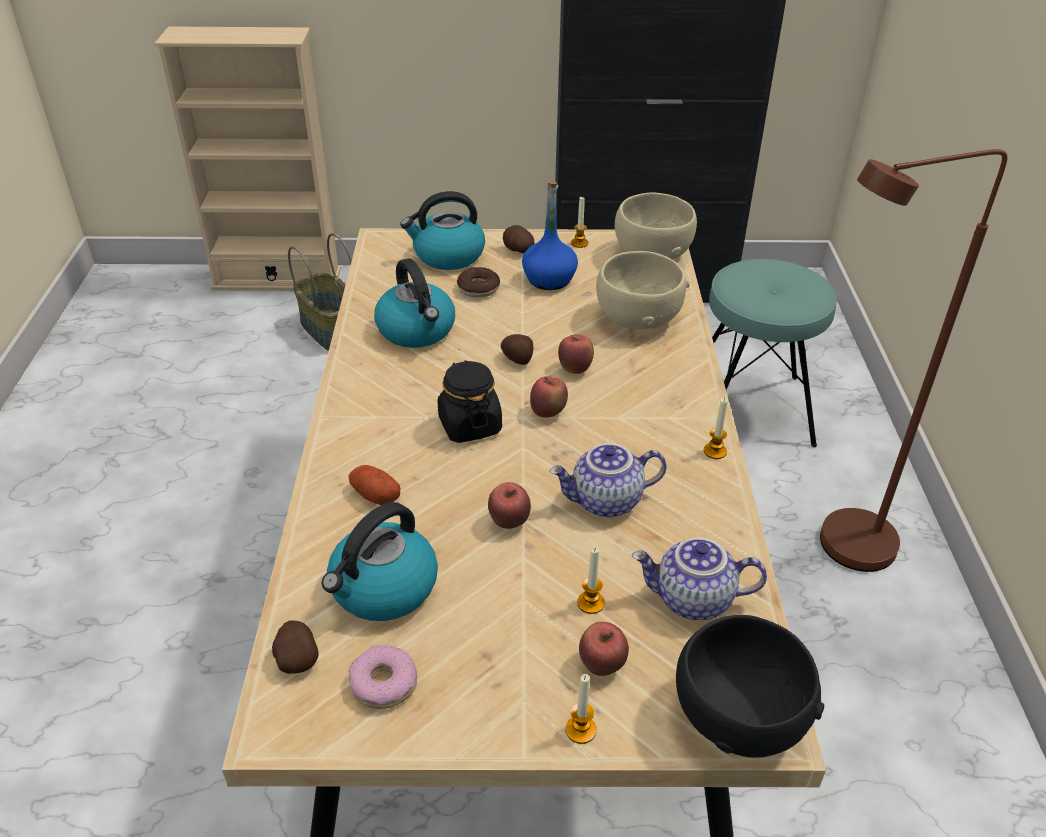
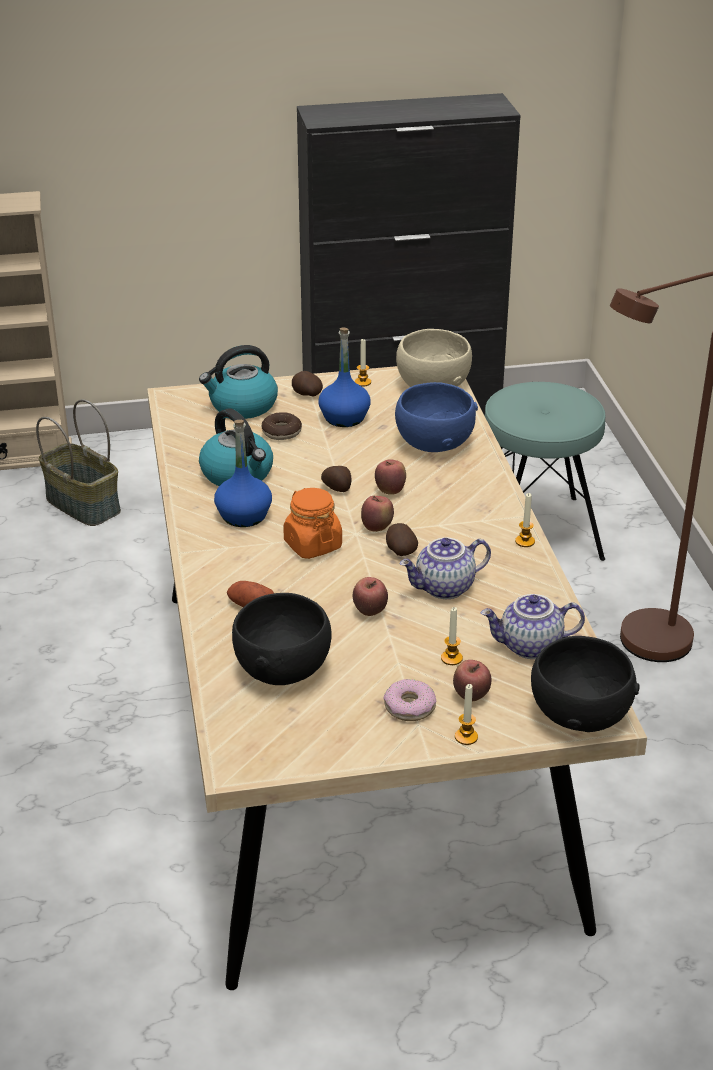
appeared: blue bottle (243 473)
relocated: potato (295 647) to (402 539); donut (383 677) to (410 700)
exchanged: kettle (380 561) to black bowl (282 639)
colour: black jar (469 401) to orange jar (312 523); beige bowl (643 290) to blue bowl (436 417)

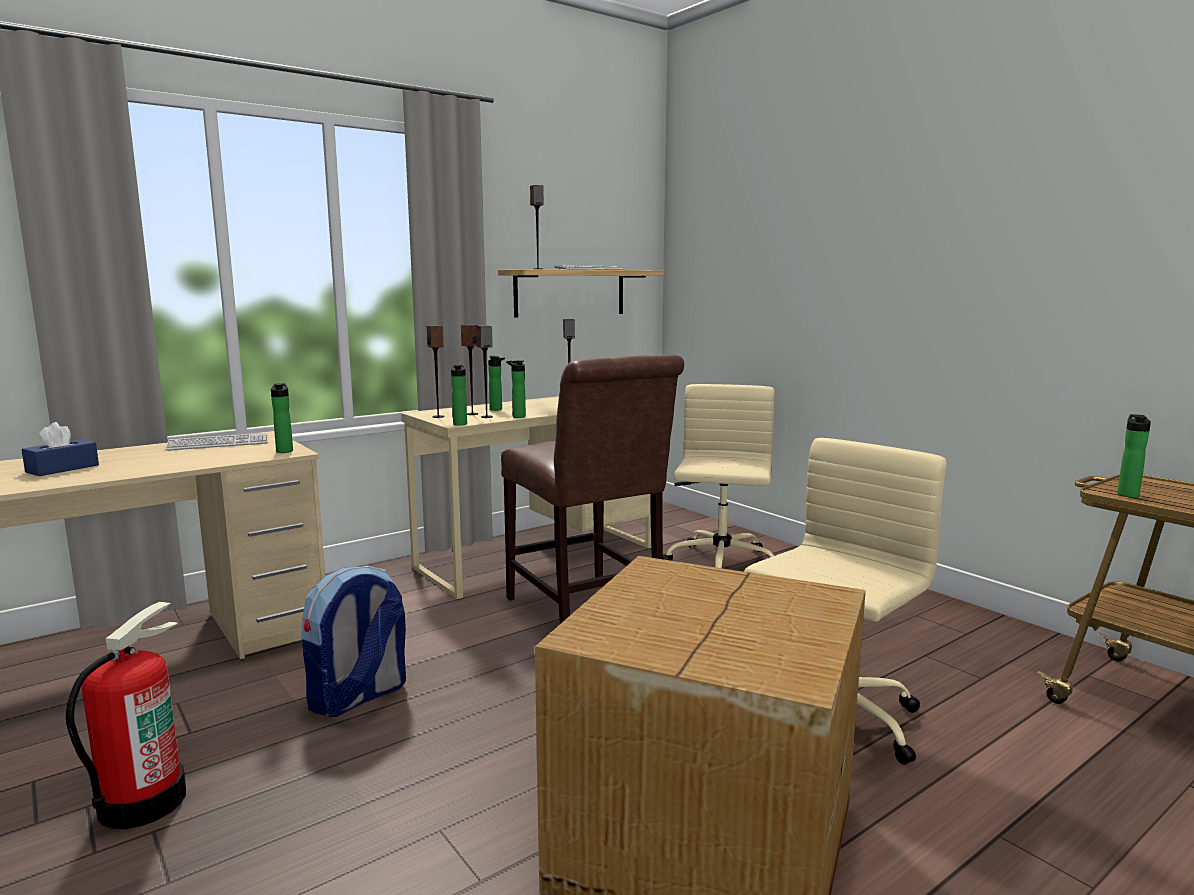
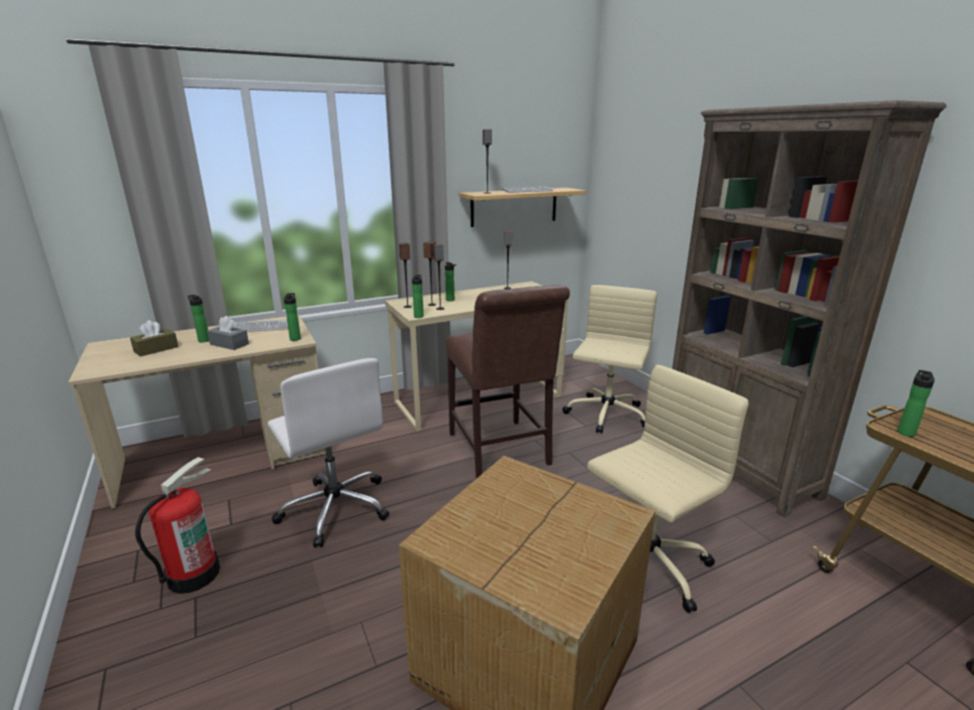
appeared: grey tissue box (228 333); brown bookcase (809 309)
relocated: bottle (516 389) to (198 318)
exchanged: backpack (354 641) to white office chair (328 453)
colour: blue tissue box (60 449) to brown tissue box (154 338)

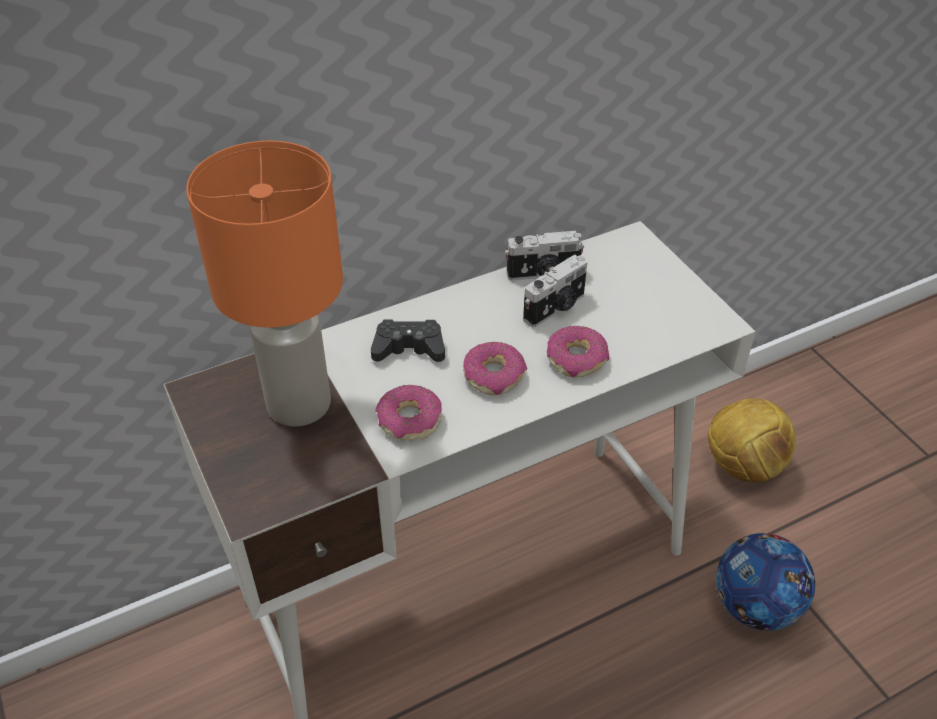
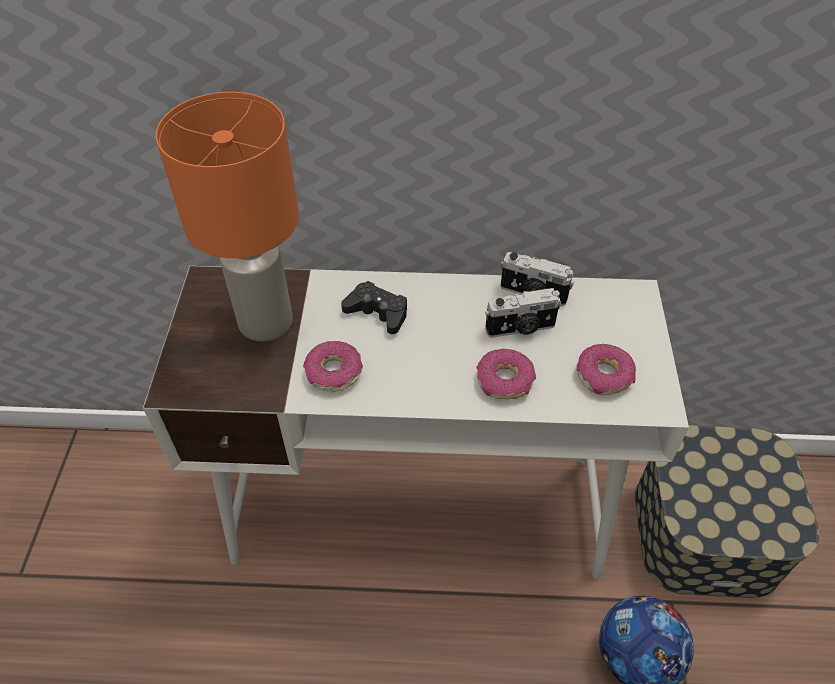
relocated: donut (495 368) to (606 369)
exchanged: football (752 440) to storage box (727 511)

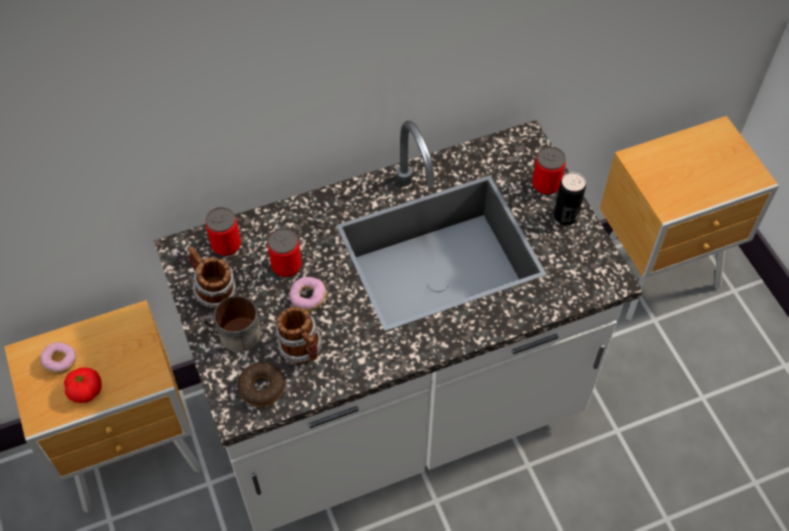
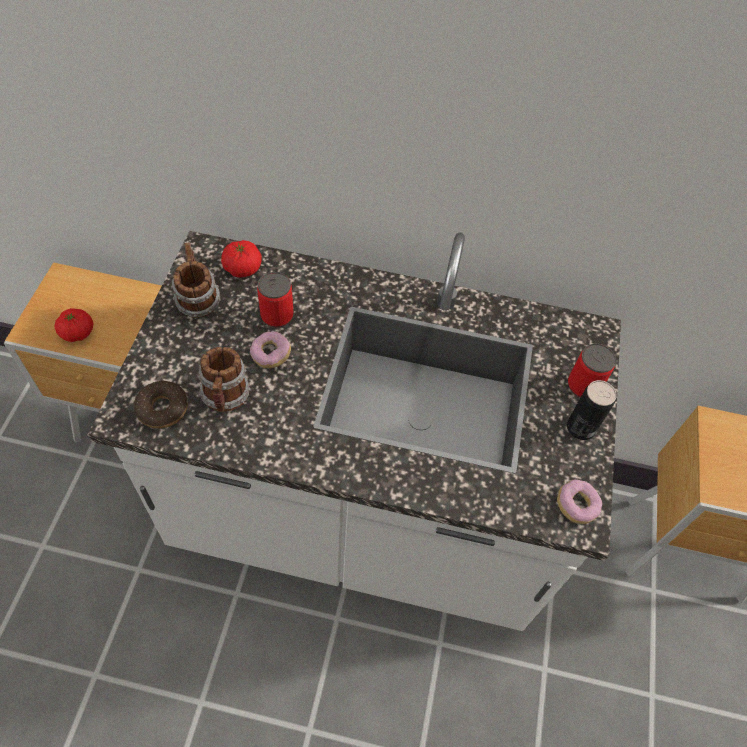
missing: mug (232 324)
relocated: donut (58 358) to (579 501)
exchanged: can (223 231) to tomato (241 258)

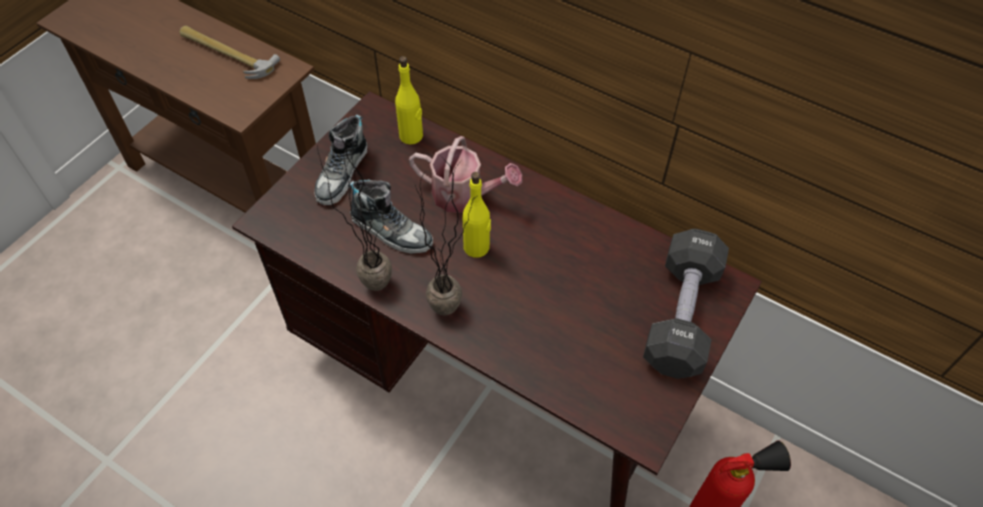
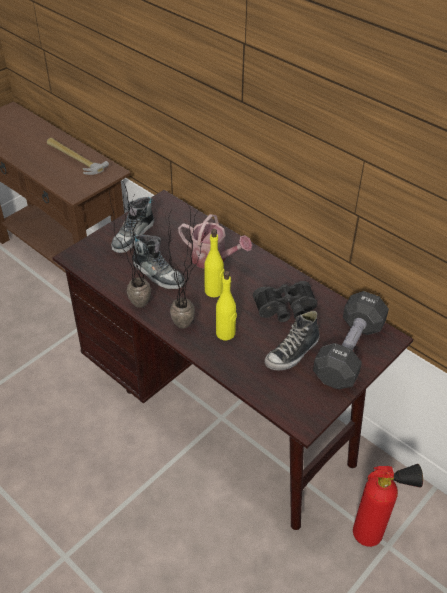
appeared: black binoculars (285 301); shoe (292 340)
relocated: yellow bottle (409 100) to (226 305)

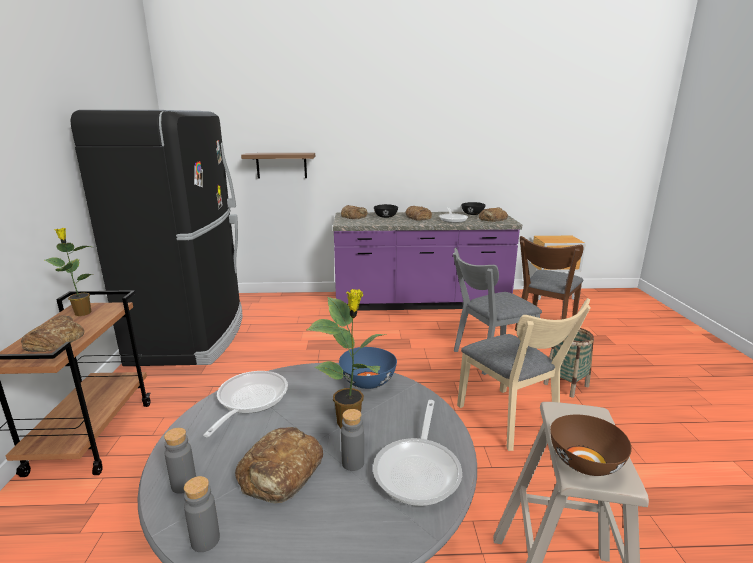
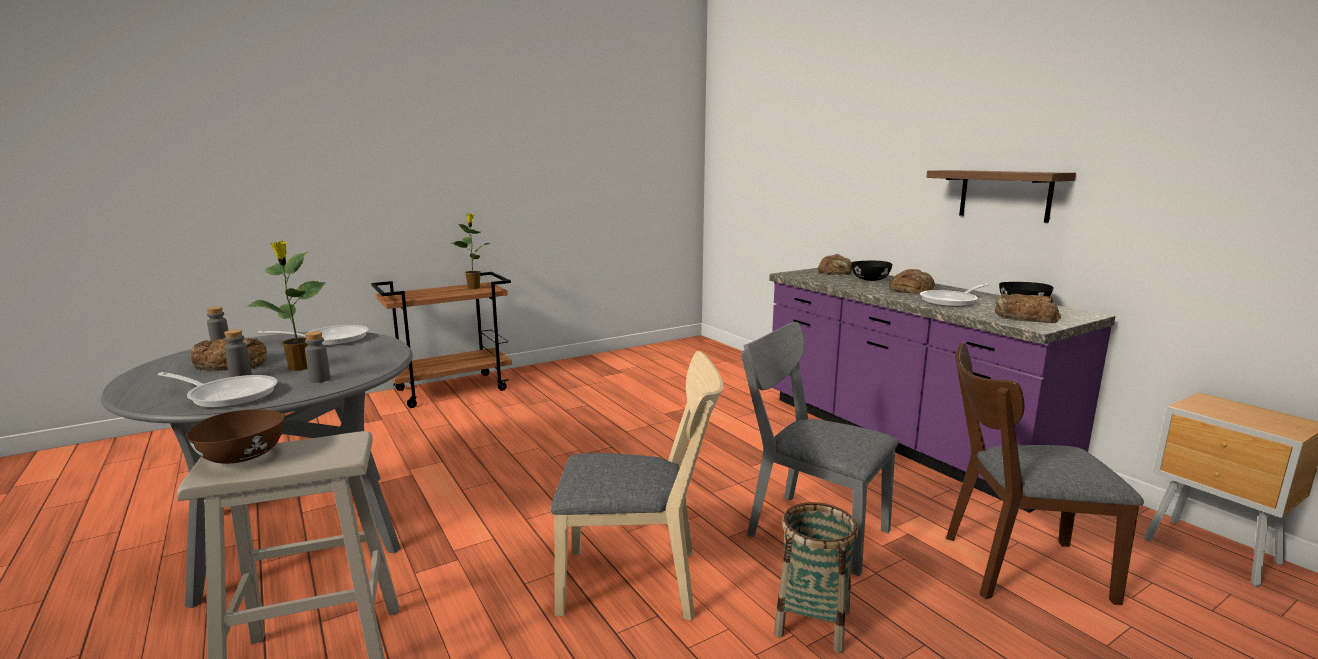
missing: bread (52 333); black fridge (156 238); blue bowl (368 368)
relocated: grey bottle (202 514) to (317 357); shelf (278 166) to (1001 196)
spun: frying pan (417 453) = (218 390) 150 degrees counterclockwise; beige chair (524 374) = (637 486) 120 degrees counterclockwise

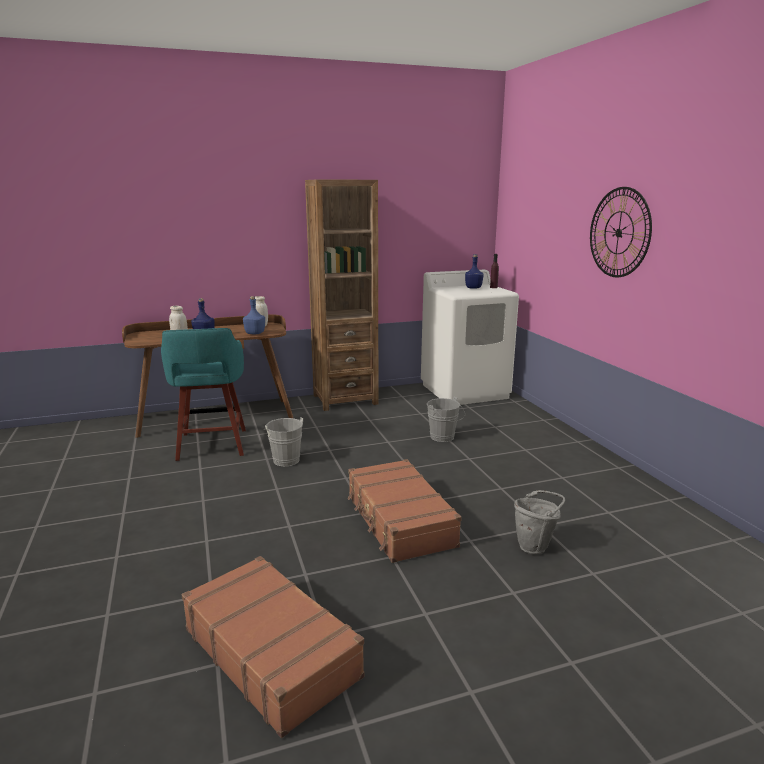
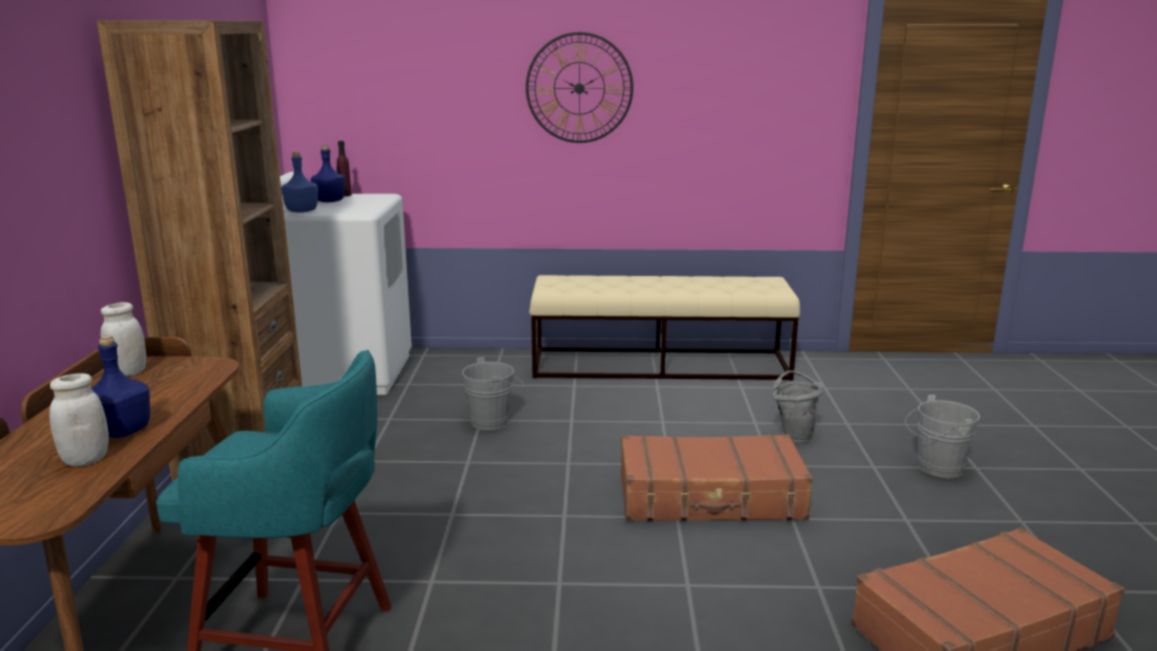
appeared: beige bench (664 328)
relocated: blue bottle (254 315) to (299 182); grey bucket (283 442) to (942 436)

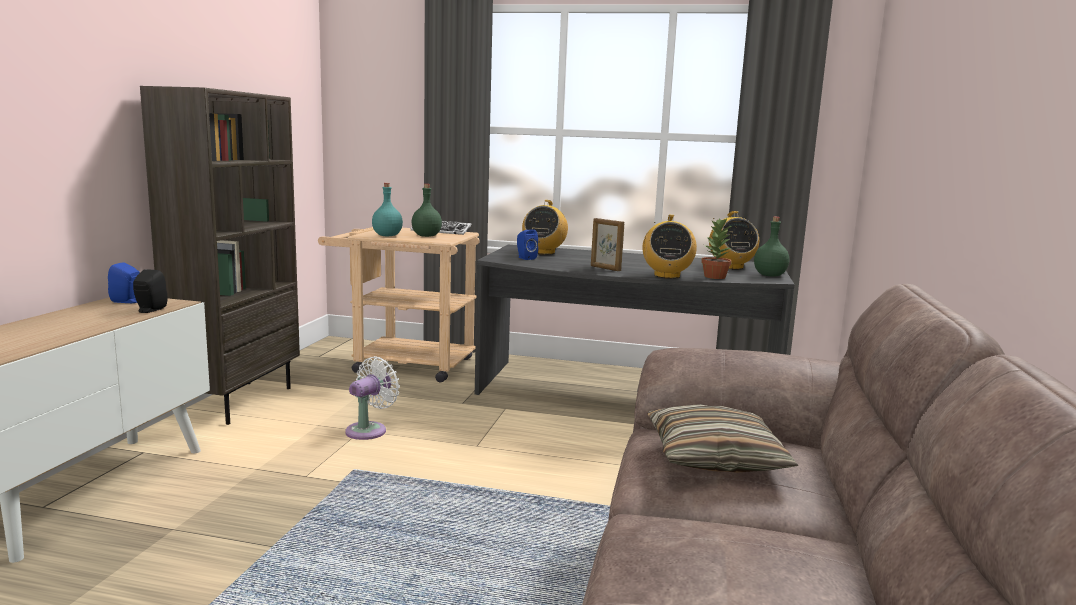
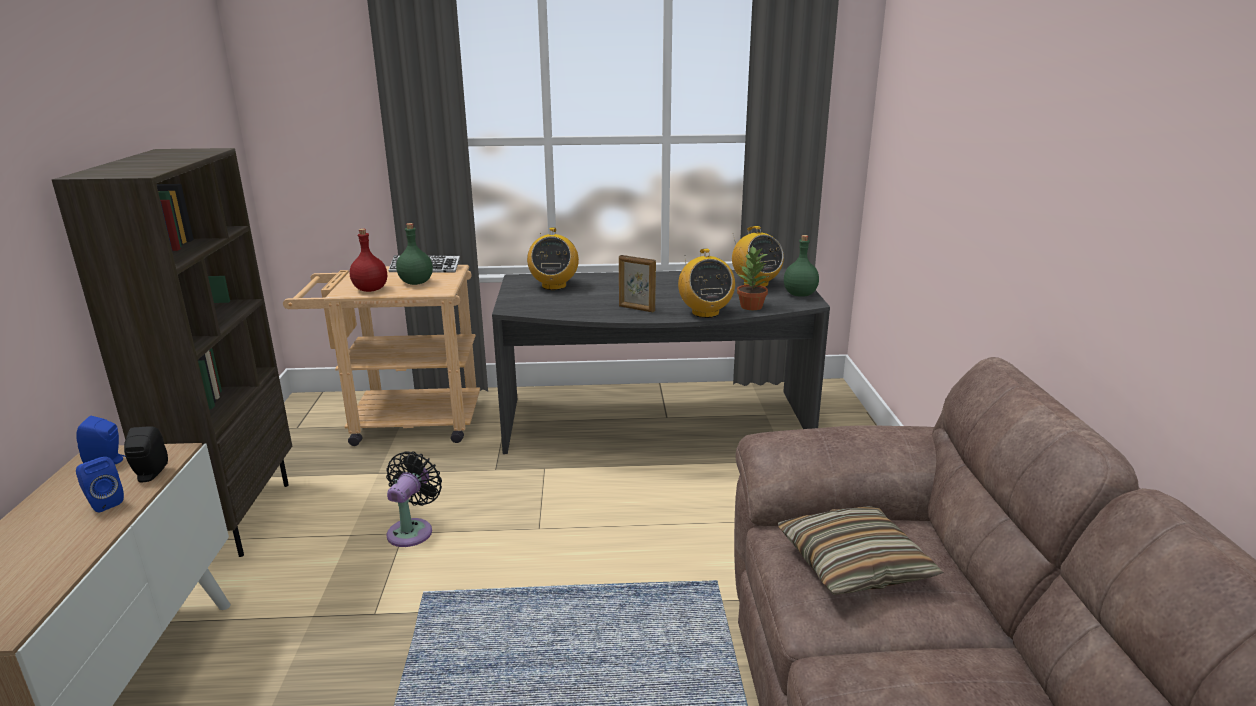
relocated: blue speaker (527 244) to (100 484)
colour: white fan (372 398) to black fan (414 499); turquoise bottle (387 209) to red bottle (368 260)

